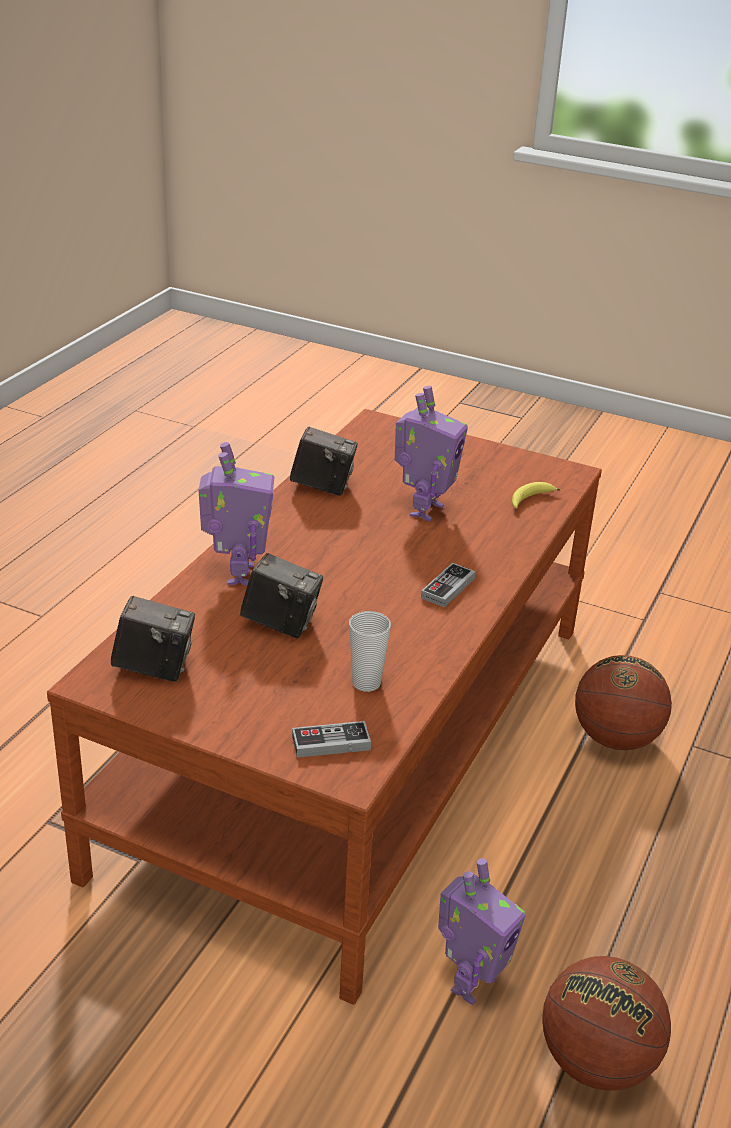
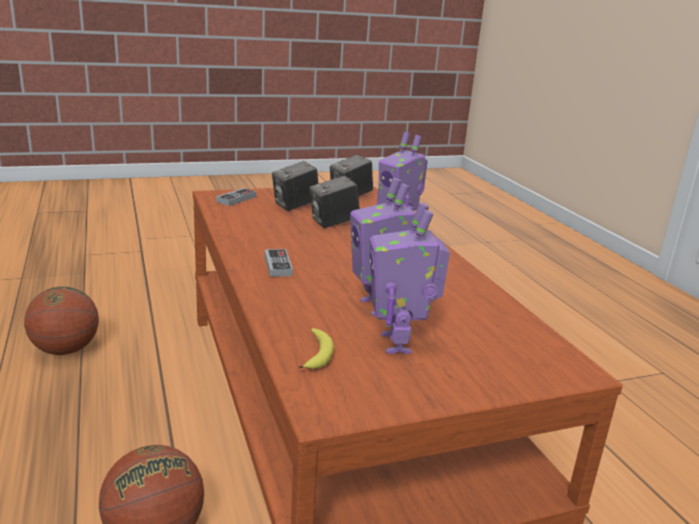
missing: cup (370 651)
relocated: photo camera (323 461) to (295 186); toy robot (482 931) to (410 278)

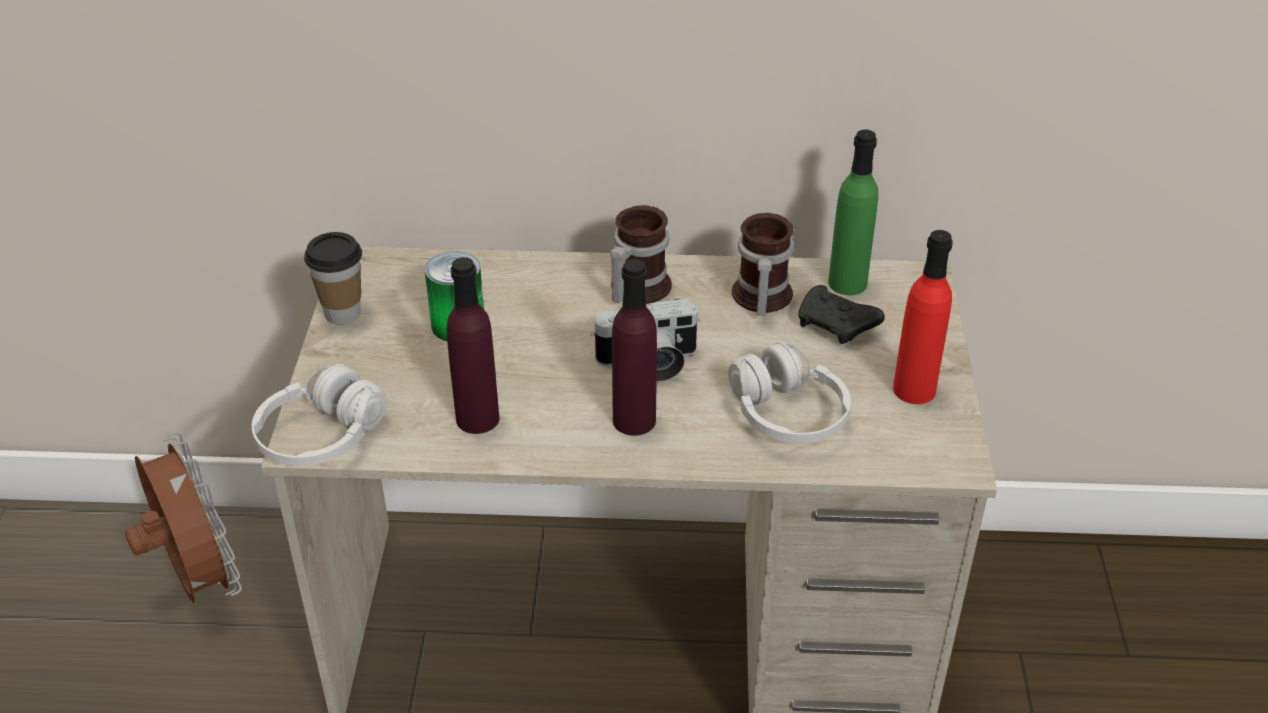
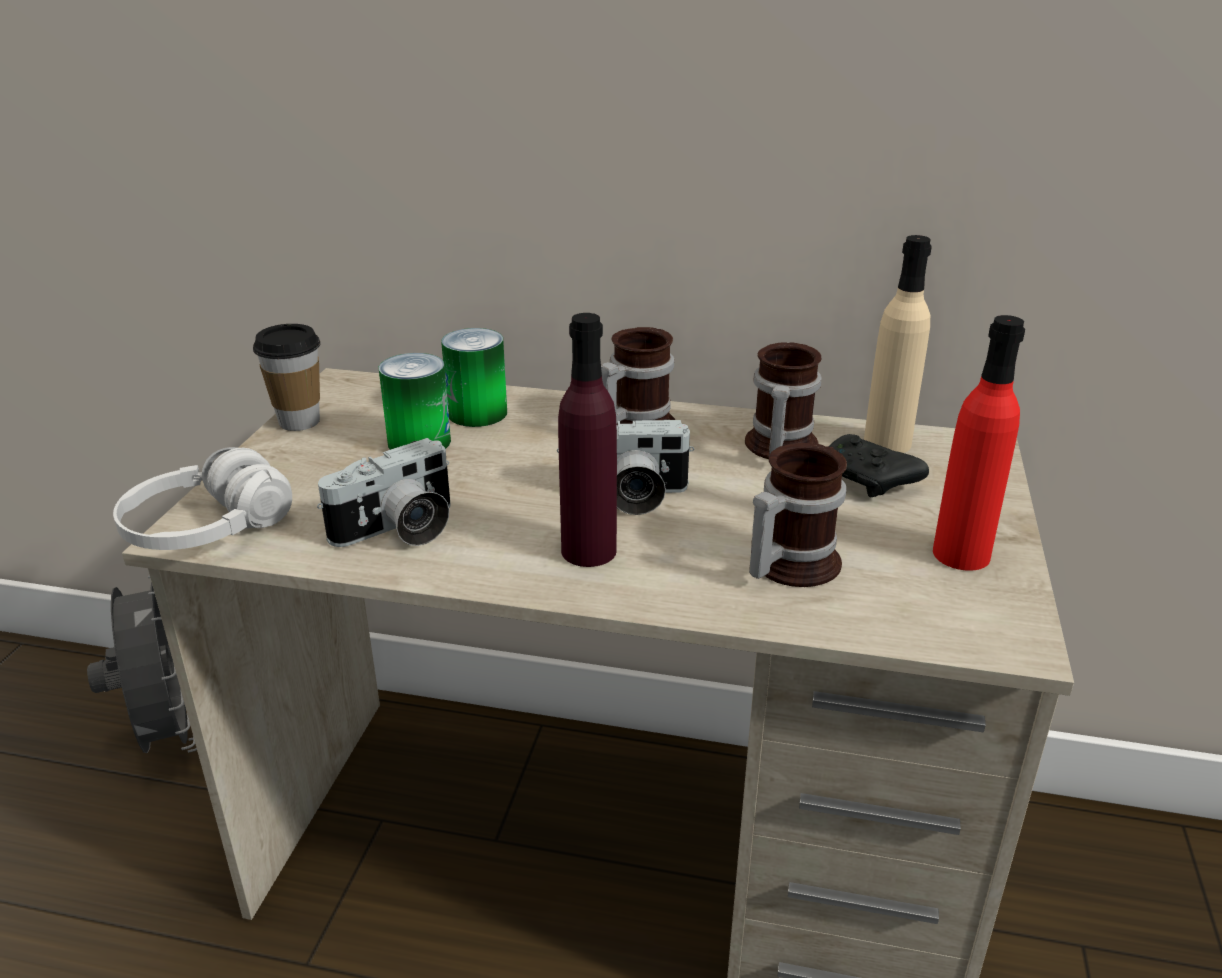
appeared: can (474 377)
exchanged: purple bottle (473 345) to photo camera (384 492); white headphones (789 392) to mug (798 515)
colour: brown fan (183 517) to grey fan (142 664); green bottle (853 212) to beige bottle (898 344)

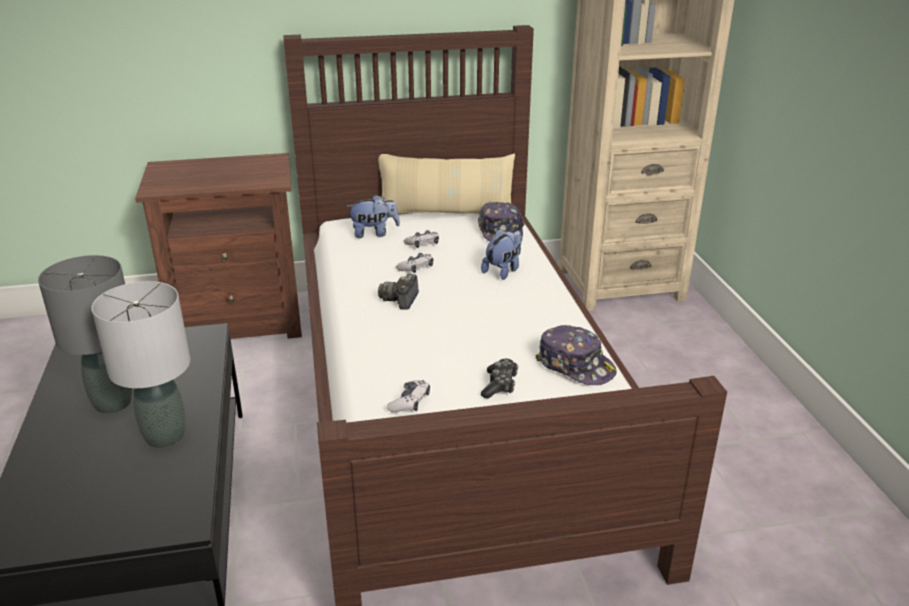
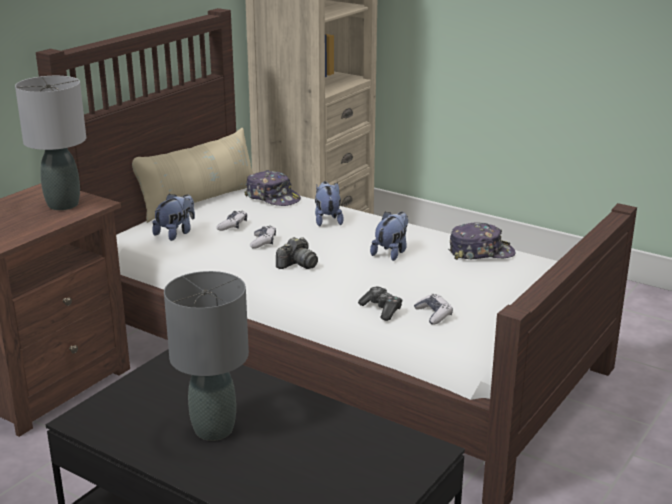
appeared: plush toy (389 236)
relocated: grey table lamp (140 364) to (50 143); game controller (499 378) to (380 304)
spun: photo camera (398 292) = (297 253) 105 degrees counterclockwise

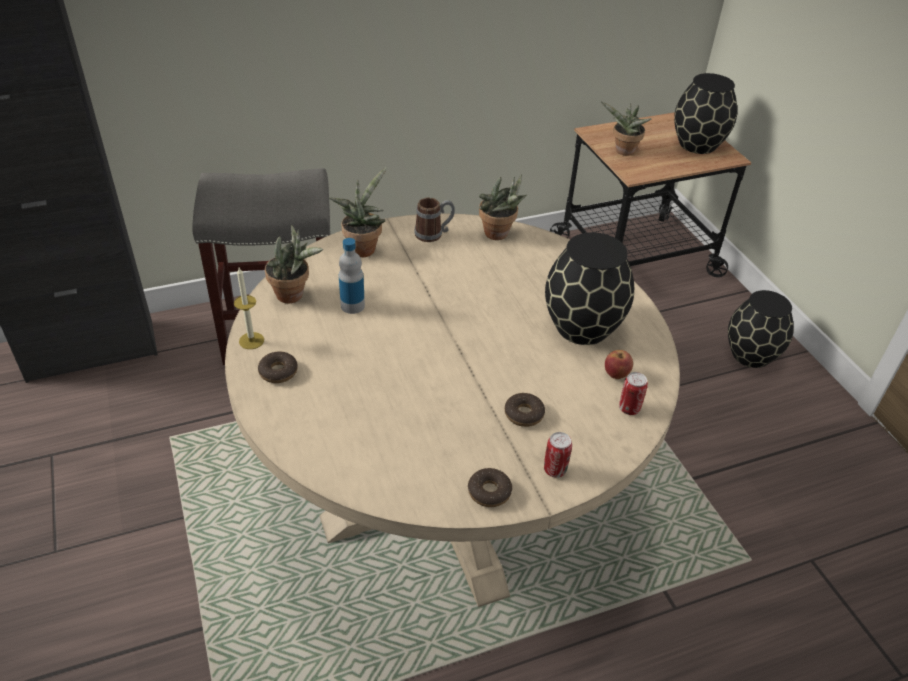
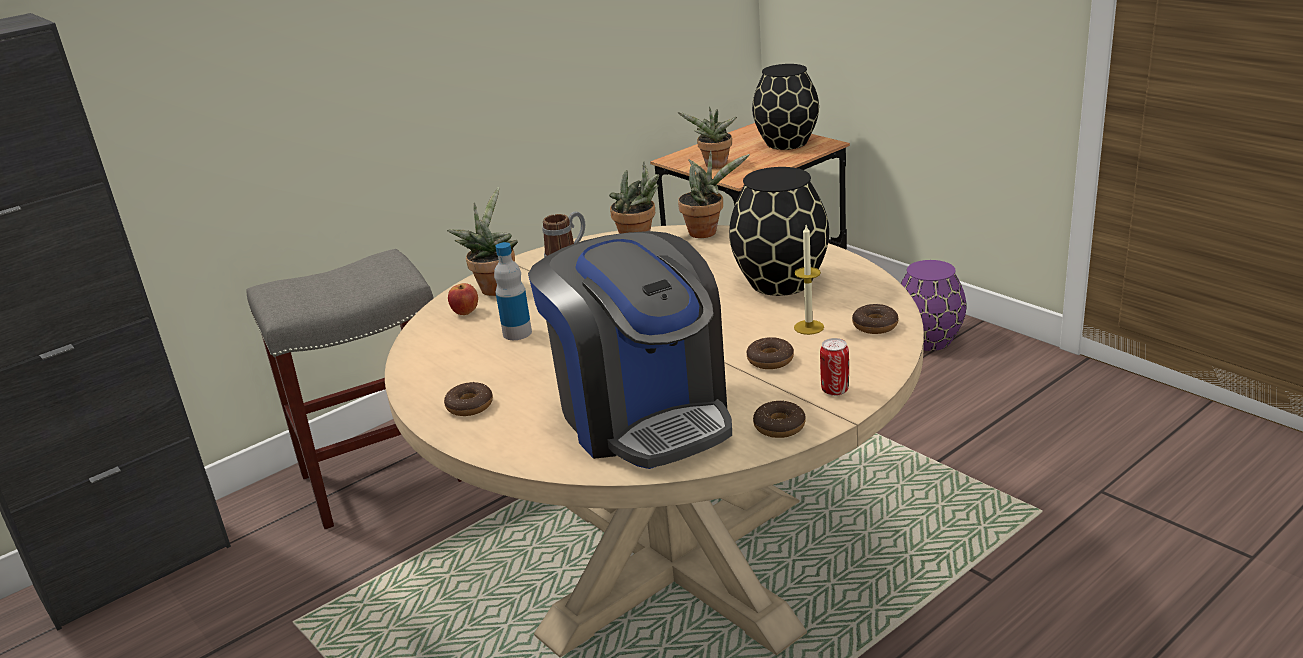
appeared: coffee machine (630 350)
relocated: candle (249 308) to (809 280); potted plant (294 263) to (714 194); apple (619 364) to (463 299)
exchanged: can (633 393) to donut (875 319)
colour: black vase (761 329) to purple vase (933 305)

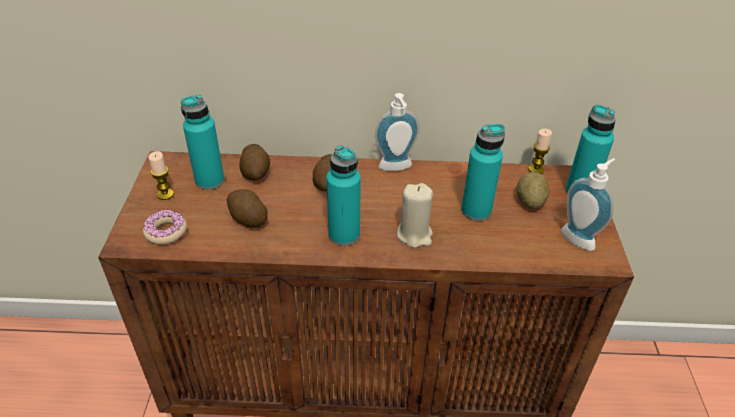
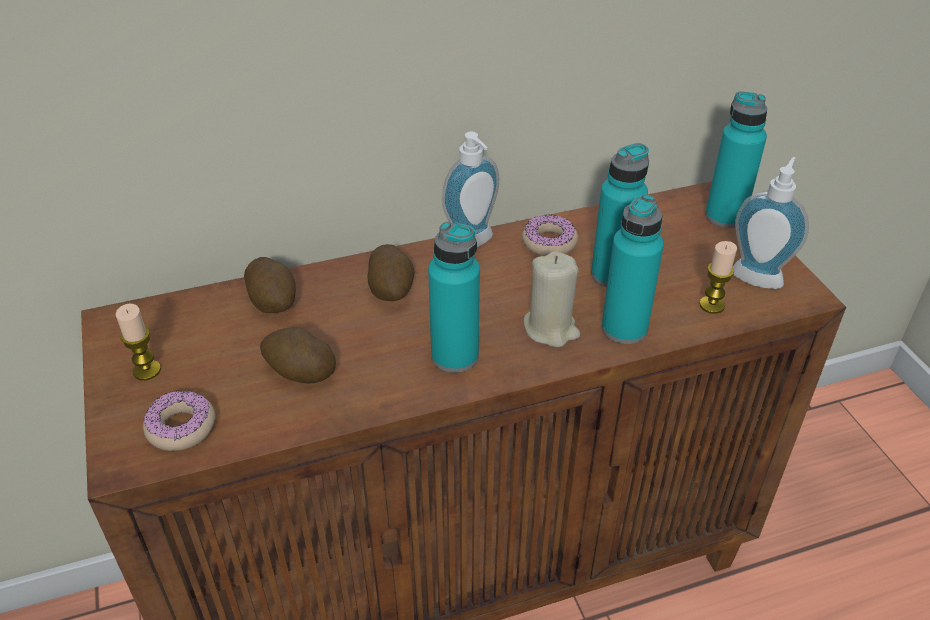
missing: potato (533 190)
appeared: donut (550 235)
relocated: turquoise bottle (202 142) to (633 269); candle (540 151) to (718 277)

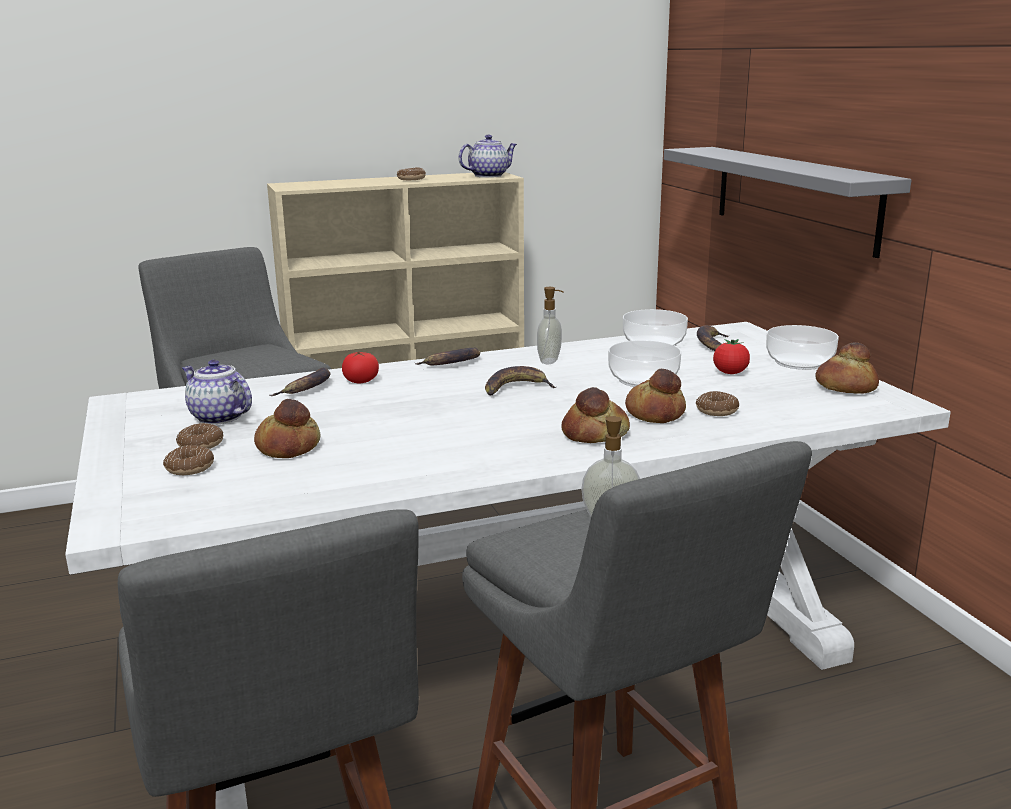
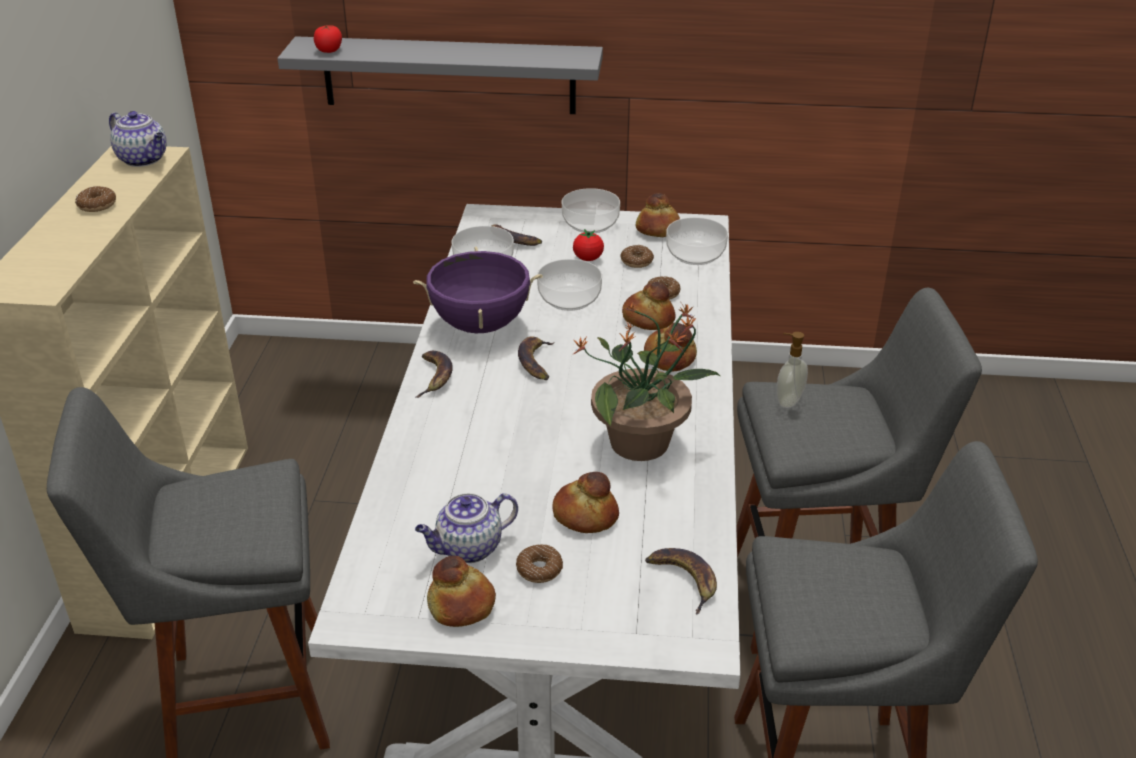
appeared: bread (461 591); potted plant (646 382); bowl (697 241)
relocated: donut (188 460) to (637 256); banana (300 382) to (681 581); tomato (360 367) to (328 39)
exchanged: soap dispenser (550 325) to purple cooking pot (478 289)
spun: teapot (488 156) = (138 139) 135 degrees clockwise

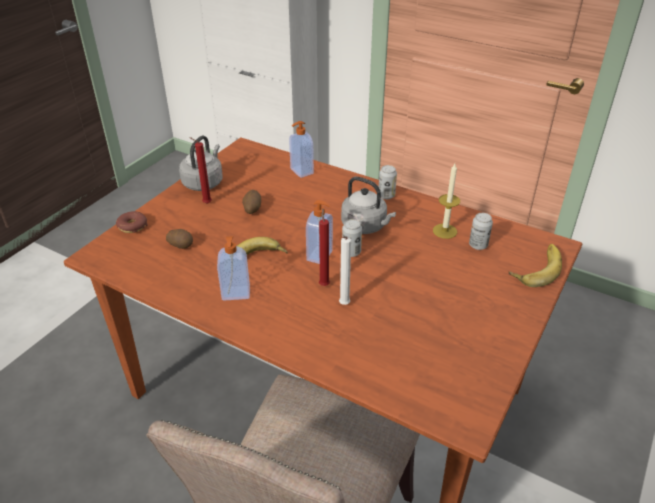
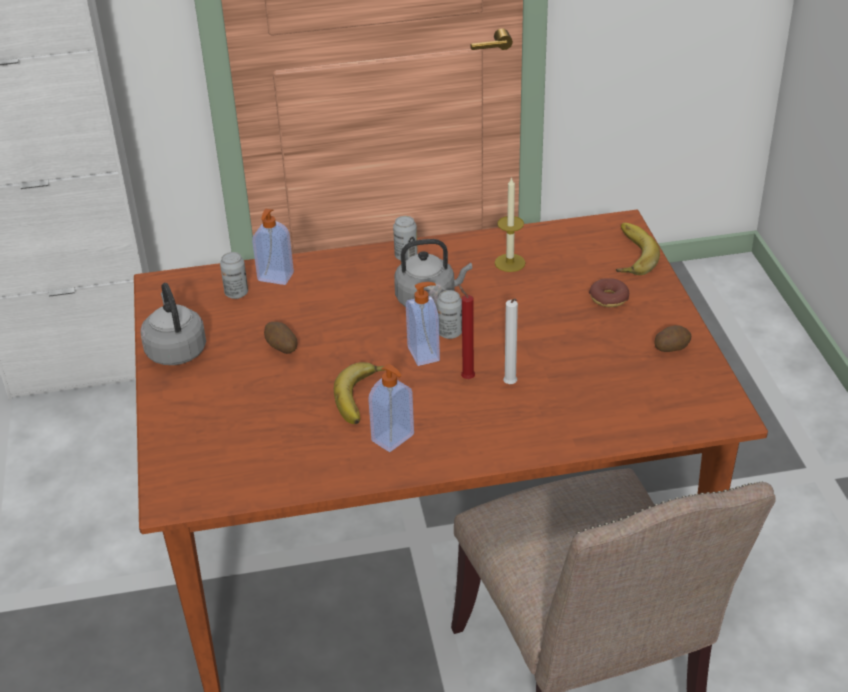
missing: red candle (200 170)
relocated: donut (132 222) to (609 292); potato (179 239) to (673 338); can (481 231) to (234 275)

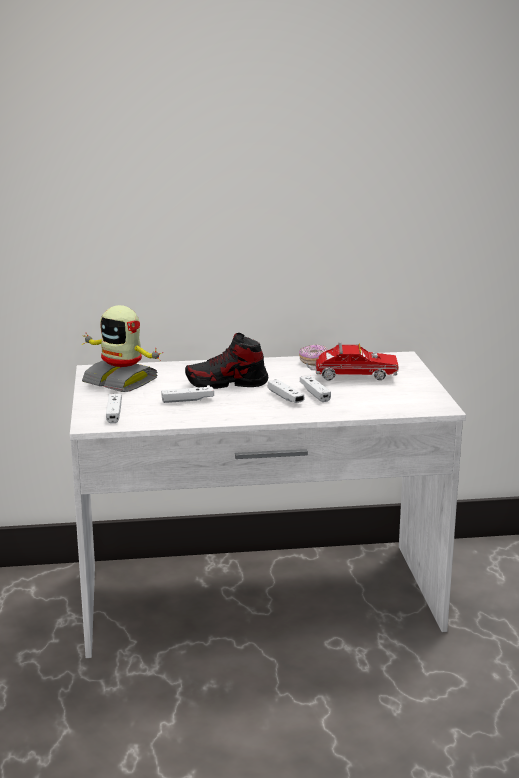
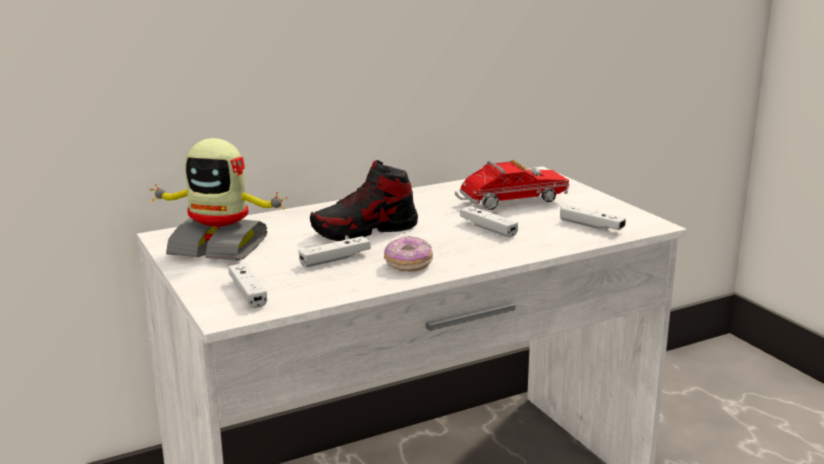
relocated: white game controller (286 391) to (593 218); donut (314 355) to (408 254)

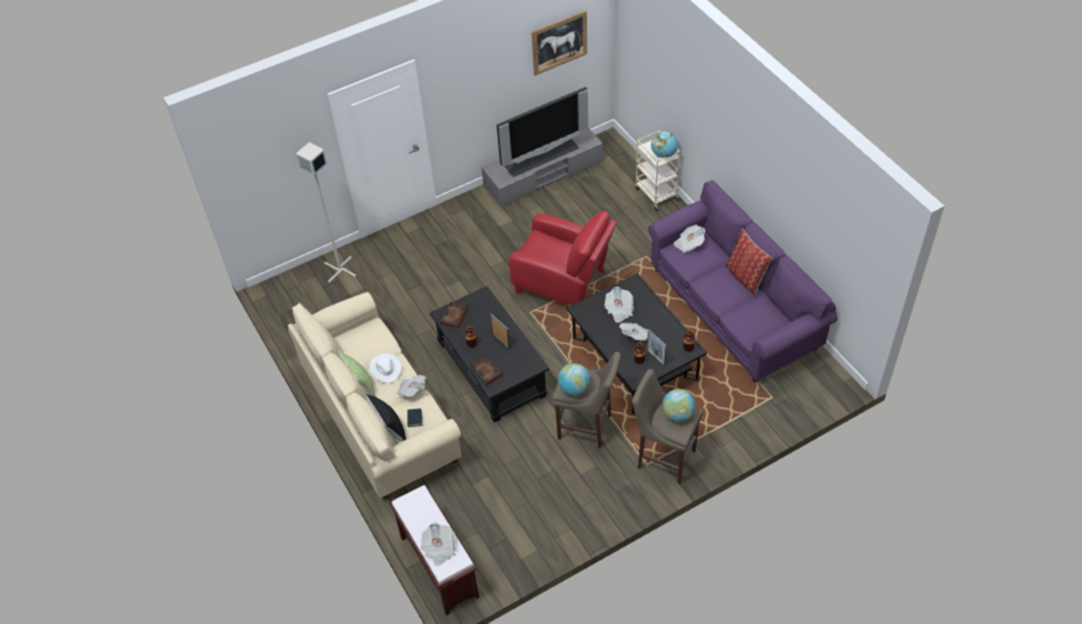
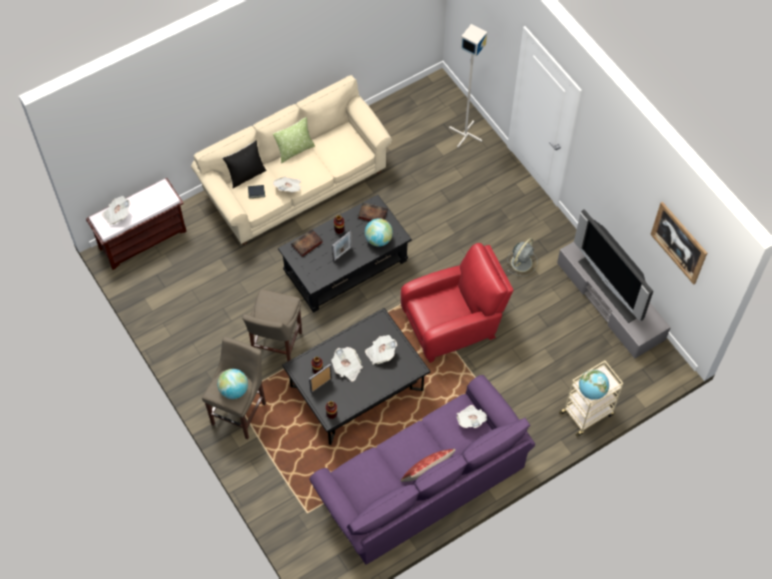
missing: white hat (385 368)
appeared: grey fan (522 257)
relocated: globe (574 379) to (379 232)
spun: red armchair (563 258) = (457 303) 135 degrees counterclockwise

